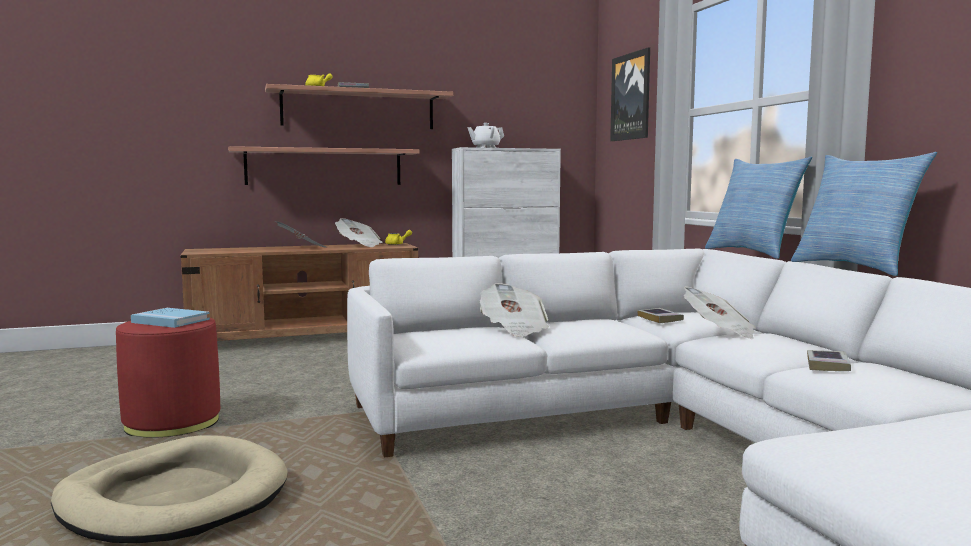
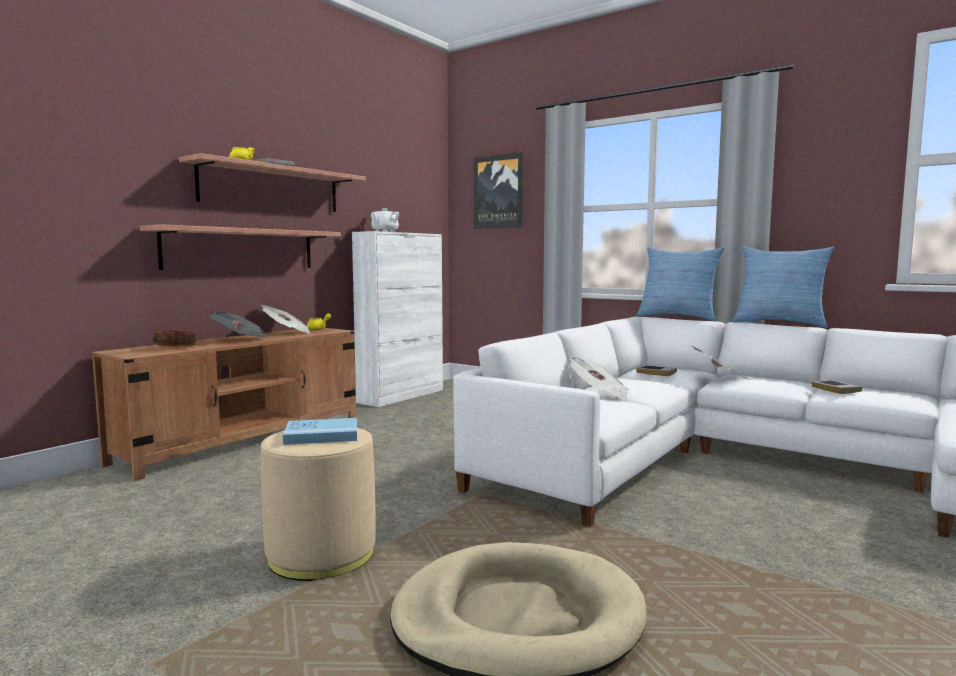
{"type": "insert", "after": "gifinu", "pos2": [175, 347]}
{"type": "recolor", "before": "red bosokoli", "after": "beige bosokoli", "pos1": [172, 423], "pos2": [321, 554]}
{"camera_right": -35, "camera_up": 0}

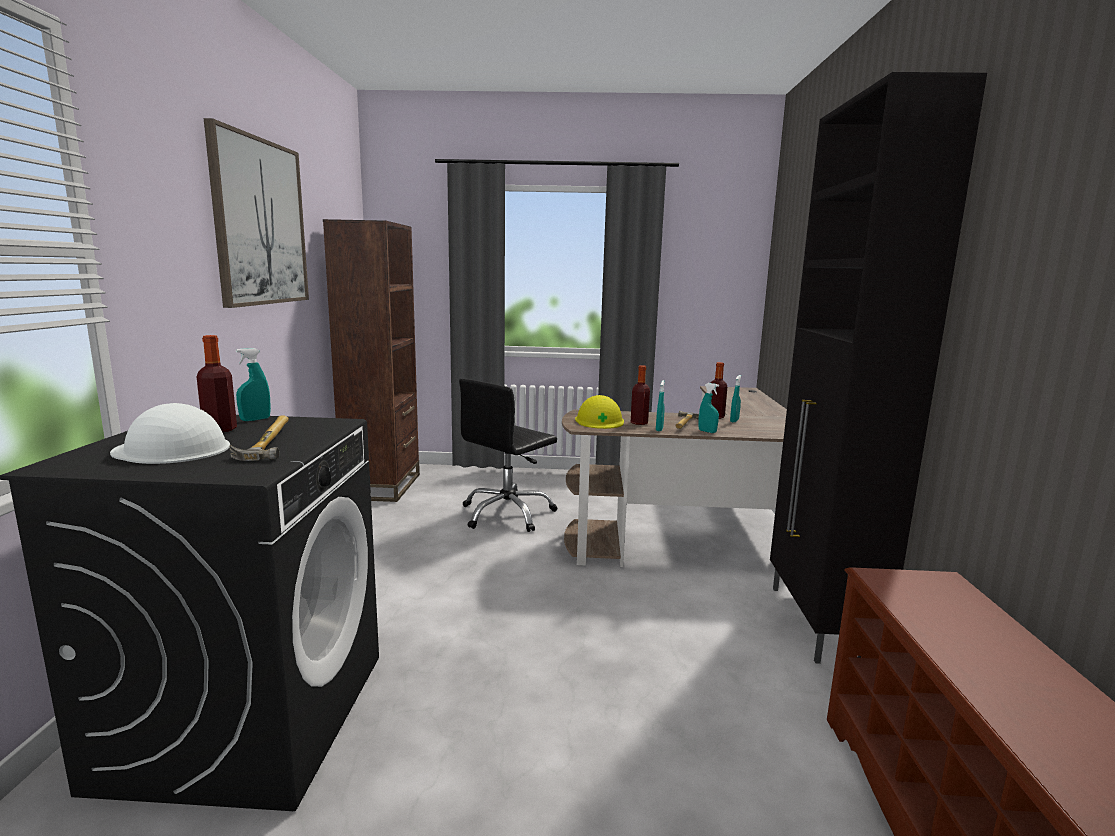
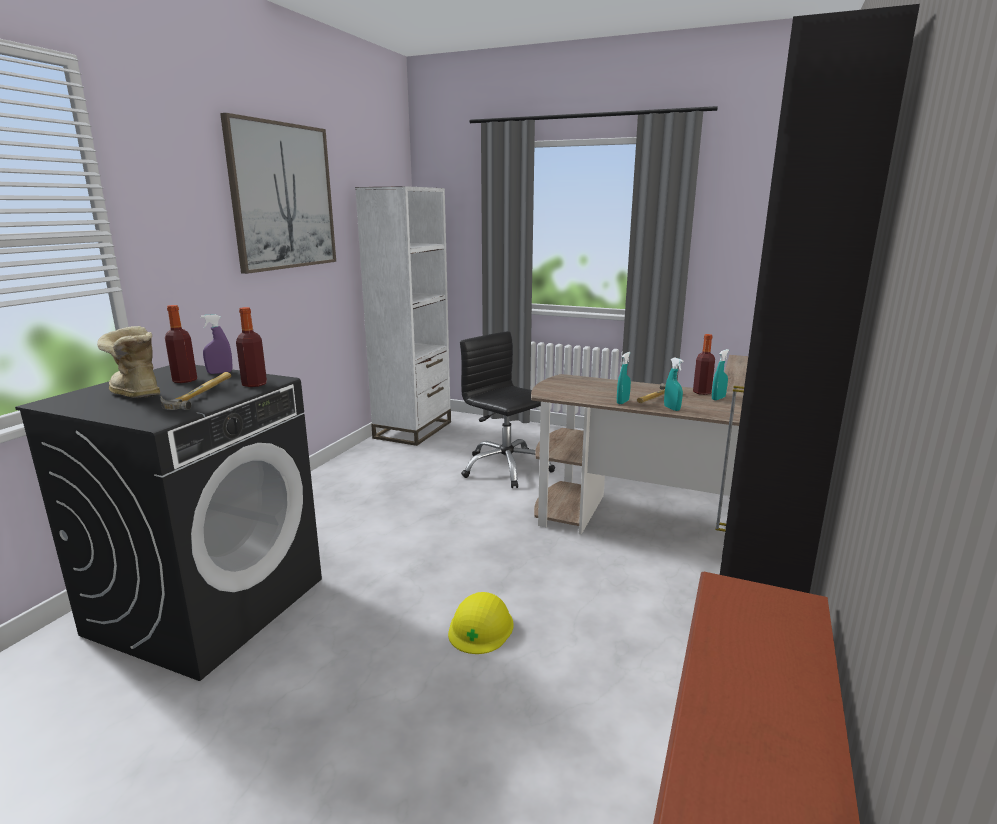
{"type": "replace", "before": "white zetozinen", "after": "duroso", "pos1": [172, 449], "pos2": [134, 395]}
{"type": "recolor", "before": "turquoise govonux", "after": "purple govonux", "pos1": [255, 419], "pos2": [220, 372]}
{"type": "move", "before": "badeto", "pos1": [639, 423], "pos2": [254, 384]}
{"type": "recolor", "before": "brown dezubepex", "after": "white dezubepex", "pos1": [382, 486], "pos2": [413, 430]}
{"type": "move", "before": "yellow zetozinen", "pos1": [599, 421], "pos2": [481, 627]}
{"type": "rotate", "before": "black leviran", "pos1": [507, 514], "pos2": [505, 468], "turn": 75}
{"camera_right": 20, "camera_up": 5}

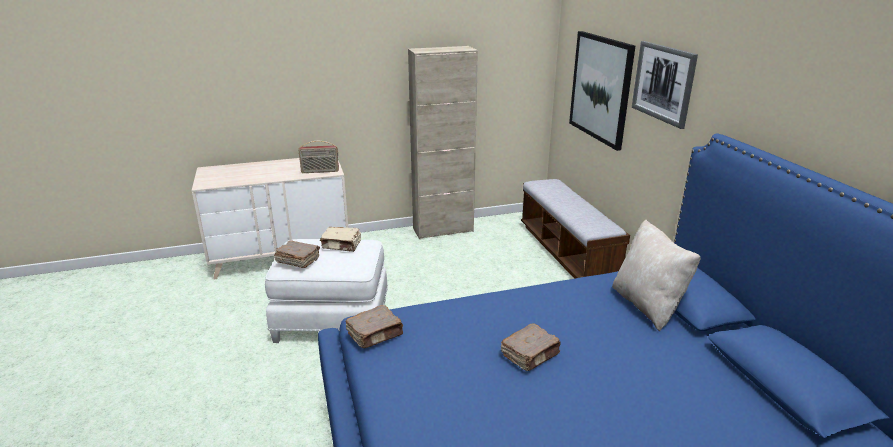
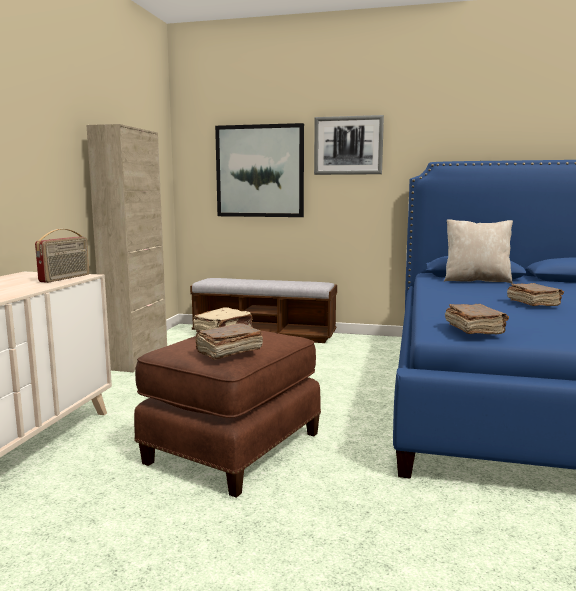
{"type": "recolor", "before": "white bosokoli", "after": "brown bosokoli", "pos1": [333, 319], "pos2": [232, 447]}
{"camera_right": -60, "camera_up": -15}

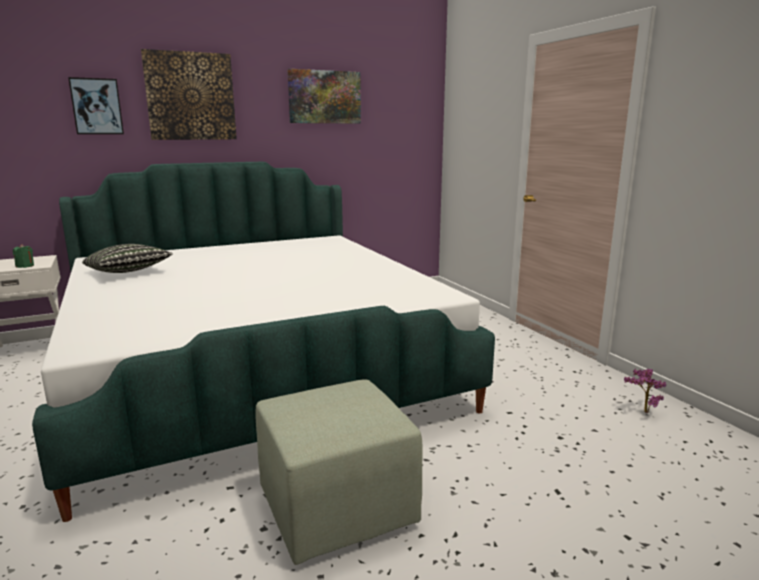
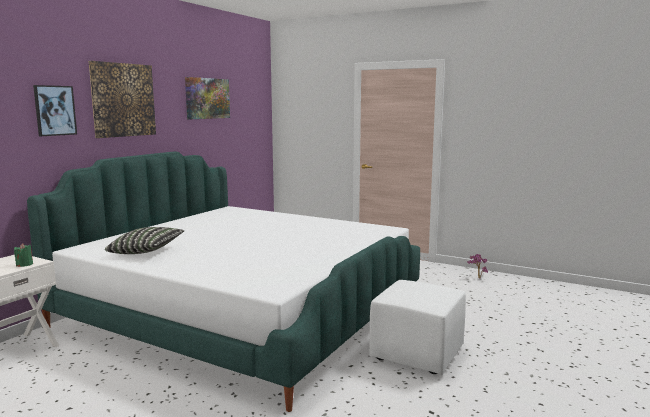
{"type": "recolor", "before": "green bosokoli", "after": "white bosokoli", "pos1": [338, 507], "pos2": [417, 353]}
{"camera_right": -35, "camera_up": -5}

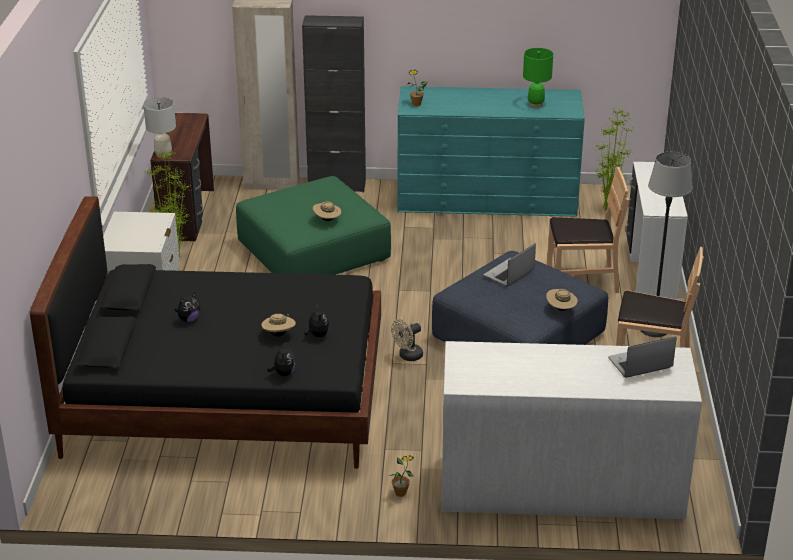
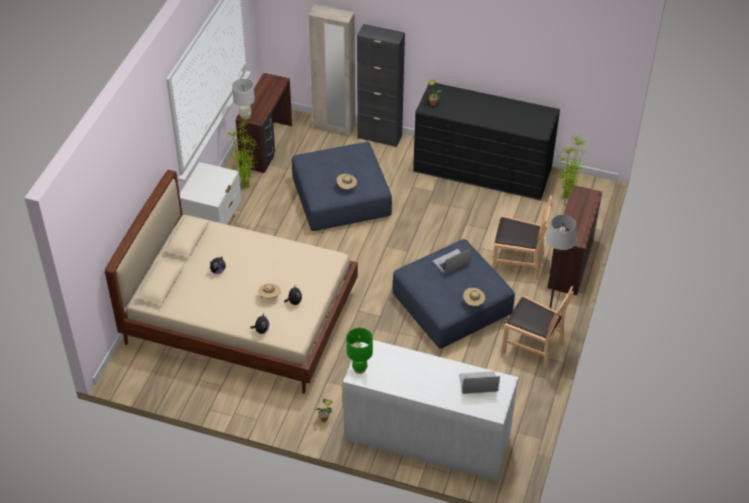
{"type": "recolor", "before": "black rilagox", "after": "beige rilagox", "pos1": [226, 398], "pos2": [241, 317]}
{"type": "recolor", "before": "green bosokoli", "after": "blue bosokoli", "pos1": [313, 250], "pos2": [341, 197]}
{"type": "move", "before": "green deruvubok", "pos1": [535, 104], "pos2": [359, 368]}
{"type": "recolor", "before": "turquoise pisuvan", "after": "black pisuvan", "pos1": [487, 198], "pos2": [482, 170]}
{"type": "recolor", "before": "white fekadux", "after": "brown fekadux", "pos1": [649, 270], "pos2": [570, 263]}
{"type": "delete", "before": "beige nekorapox", "pos1": [407, 356]}
{"camera_right": 15, "camera_up": 15}

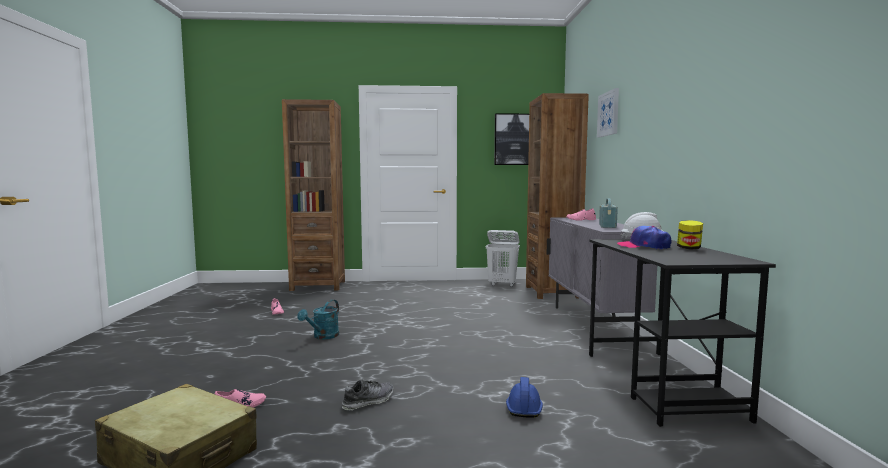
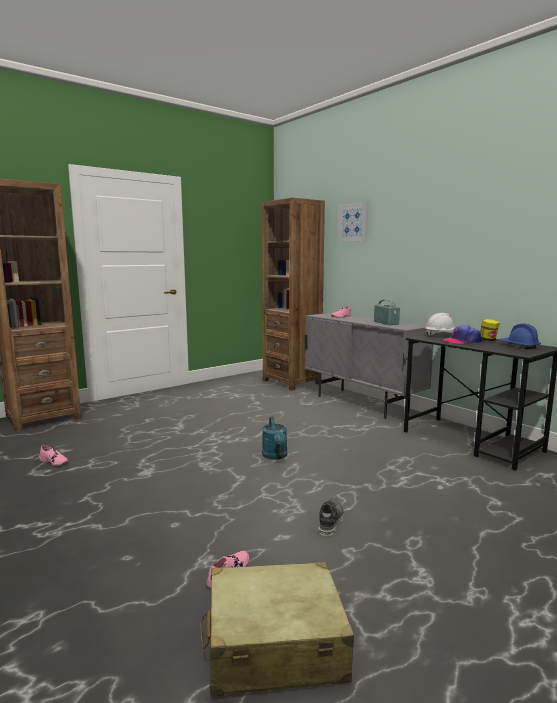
{"type": "move", "before": "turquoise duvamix", "pos1": [323, 337], "pos2": [275, 456]}
{"type": "move", "before": "blue zetozinen", "pos1": [523, 407], "pos2": [518, 346]}
{"type": "delete", "before": "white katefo", "pos1": [502, 284]}
{"type": "delete", "before": "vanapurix", "pos1": [514, 139]}
{"camera_right": -35, "camera_up": 5}

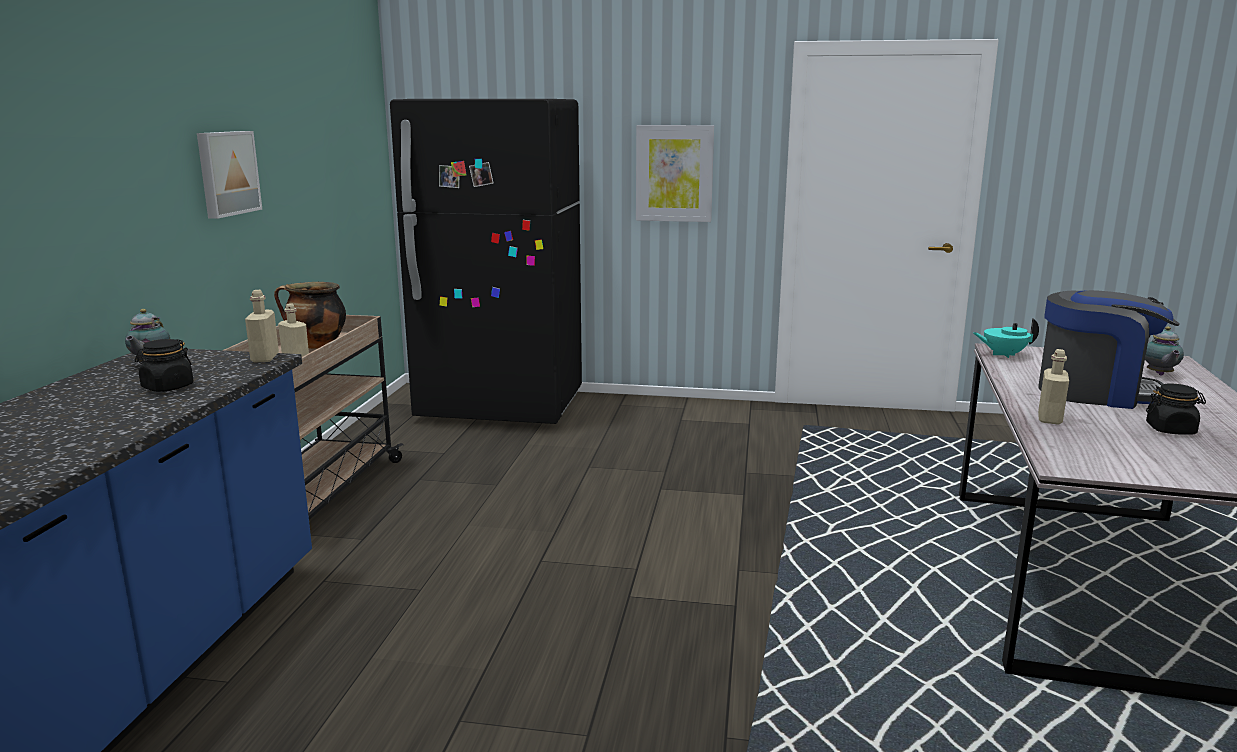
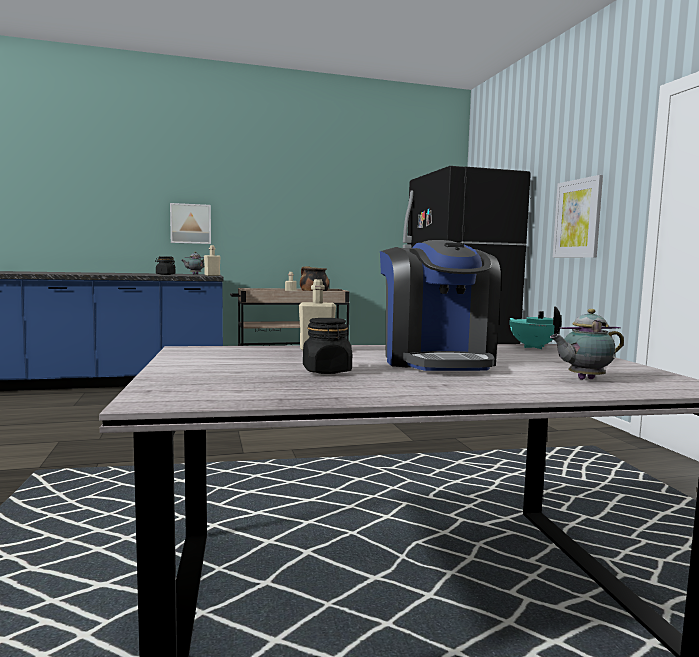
{"type": "move", "before": "vanapurix", "pos1": [226, 173], "pos2": [190, 224]}
{"camera_right": 65, "camera_up": -10}

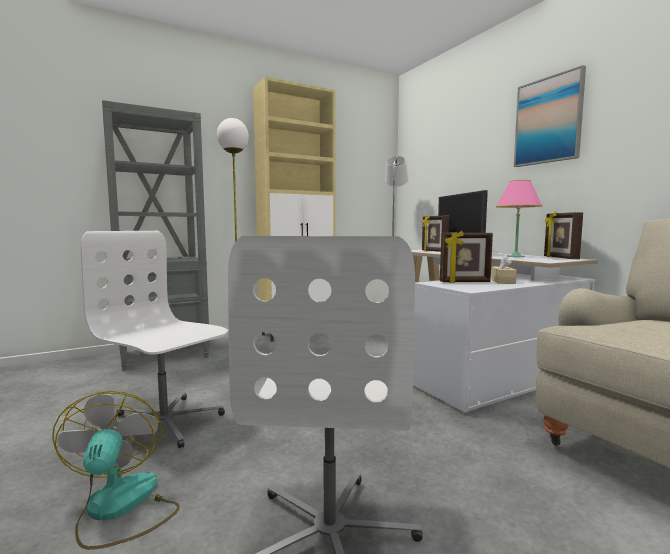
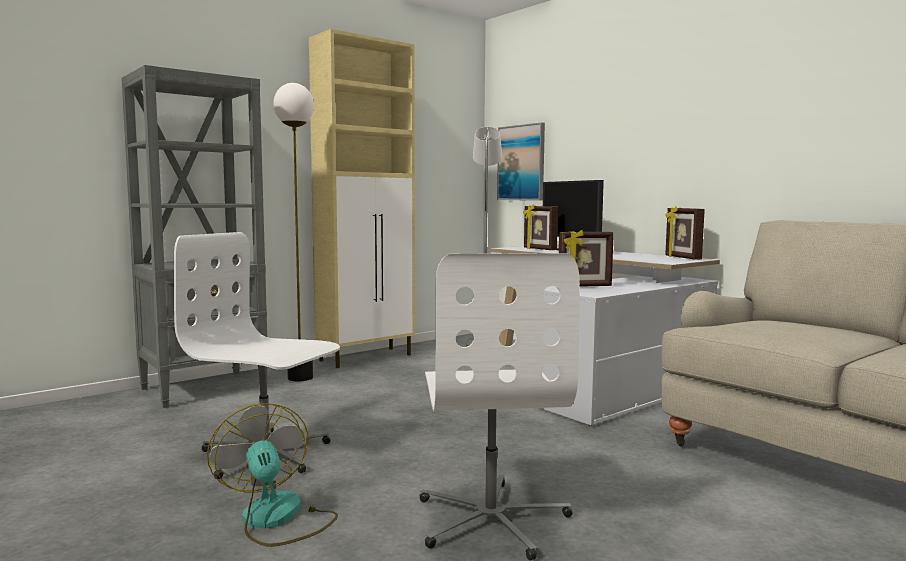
{"type": "move", "before": "vanapurix", "pos1": [548, 120], "pos2": [521, 163]}
{"type": "delete", "before": "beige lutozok", "pos1": [503, 281]}
{"type": "delete", "before": "pink deruvubok", "pos1": [516, 256]}
{"camera_right": -10, "camera_up": 0}

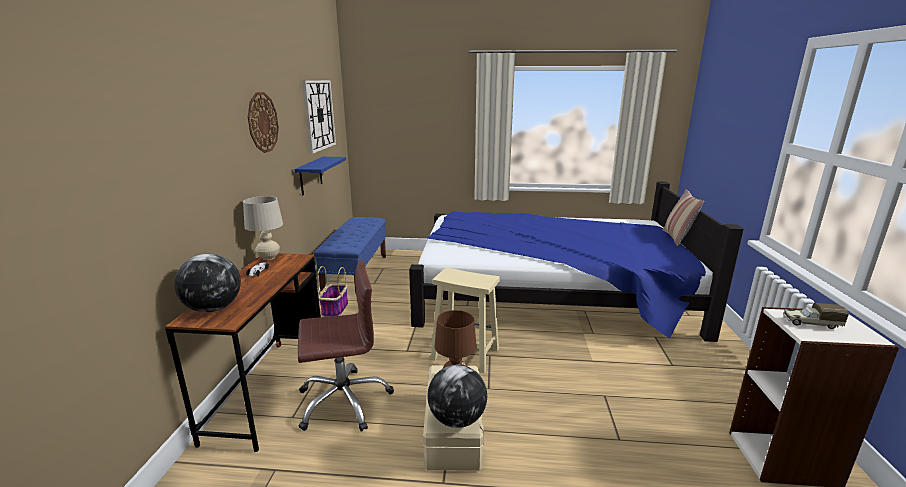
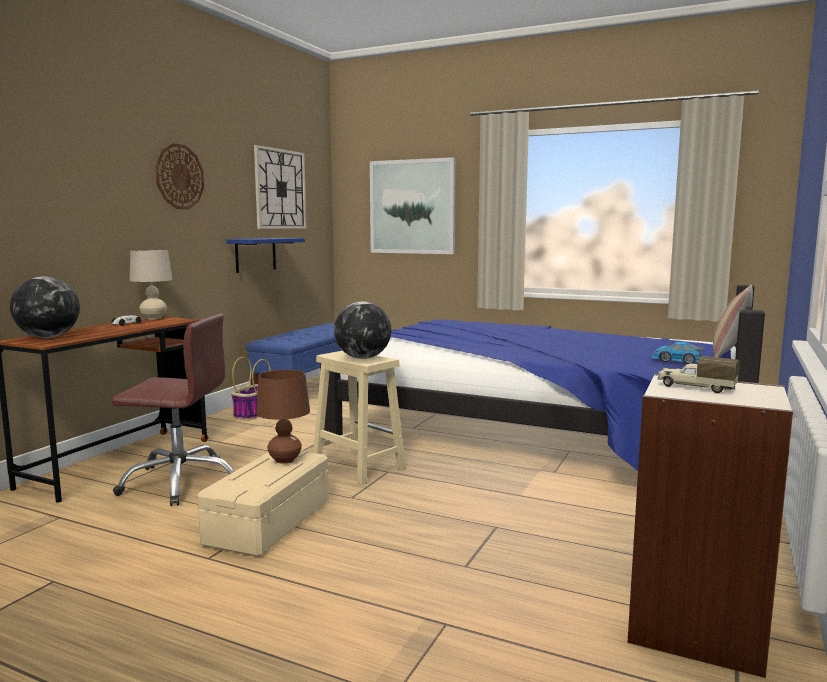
{"type": "move", "before": "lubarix", "pos1": [457, 419], "pos2": [362, 358]}
{"type": "insert", "after": "vanapurix", "pos2": [412, 207]}
{"type": "insert", "after": "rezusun", "pos2": [676, 360]}
{"camera_right": 20, "camera_up": -10}

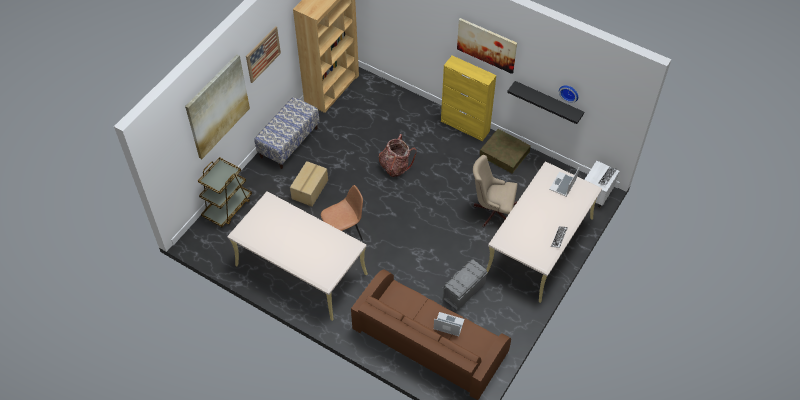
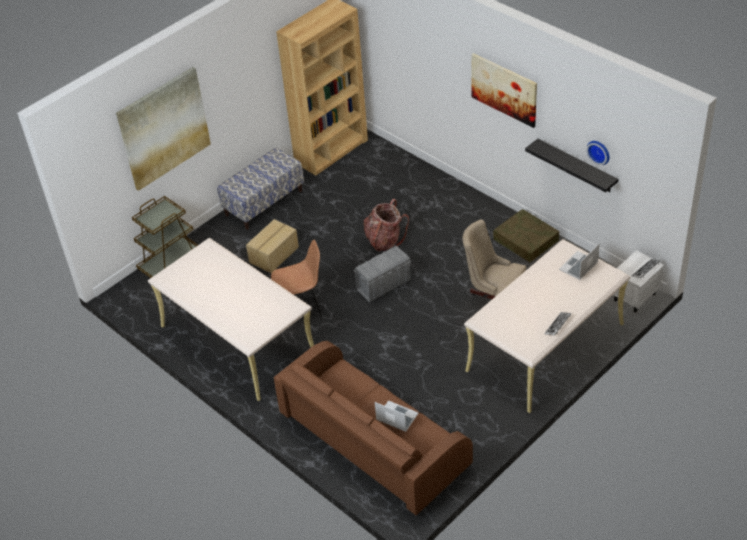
{"type": "move", "before": "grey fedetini", "pos1": [463, 291], "pos2": [383, 285]}
{"type": "delete", "before": "vanapurix", "pos1": [263, 54]}
{"type": "delete", "before": "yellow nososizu", "pos1": [465, 126]}
{"camera_right": 15, "camera_up": -10}

